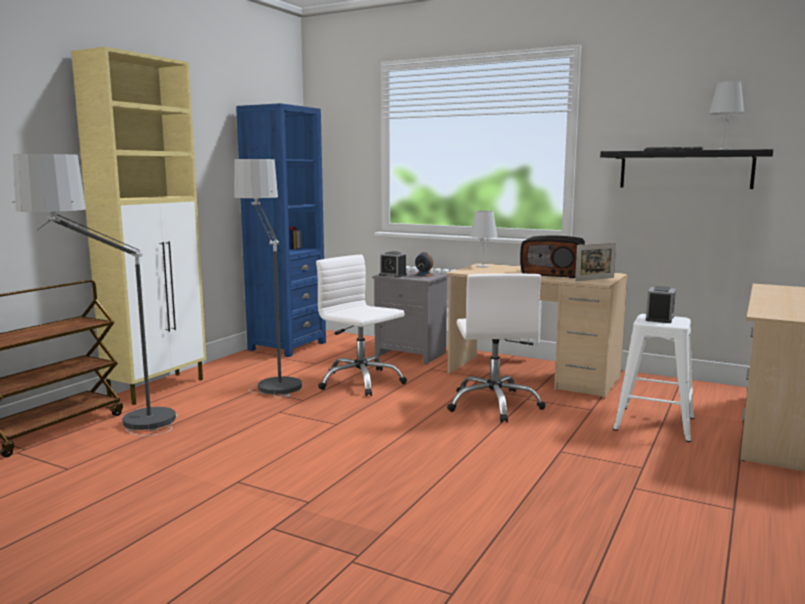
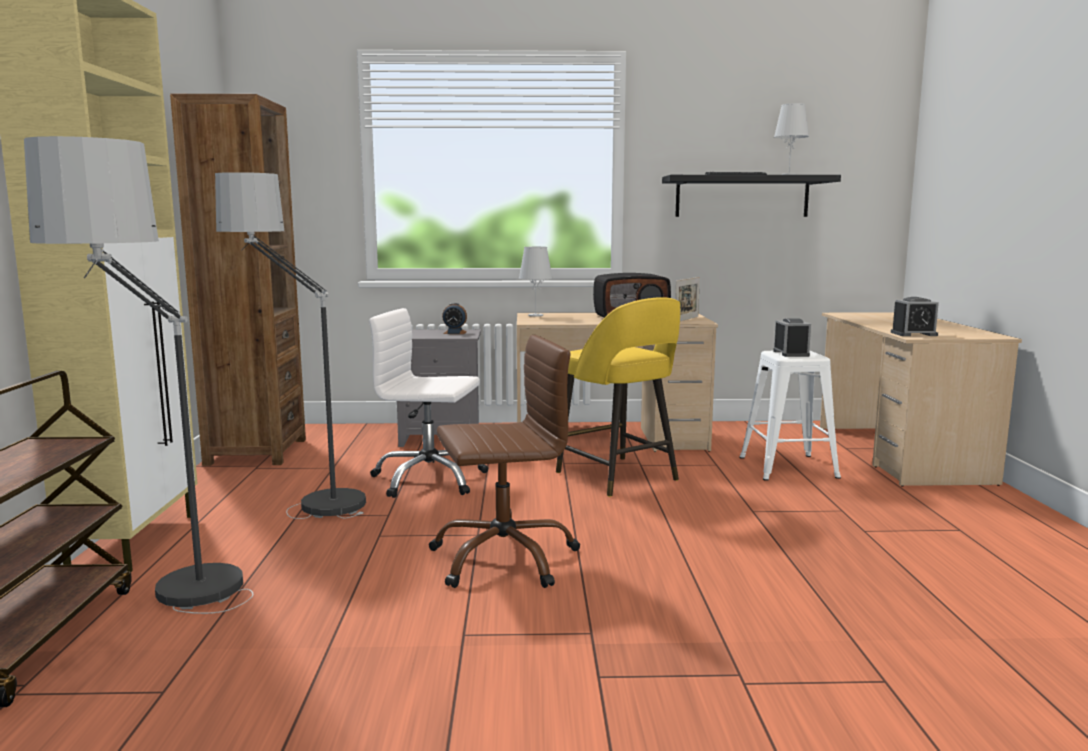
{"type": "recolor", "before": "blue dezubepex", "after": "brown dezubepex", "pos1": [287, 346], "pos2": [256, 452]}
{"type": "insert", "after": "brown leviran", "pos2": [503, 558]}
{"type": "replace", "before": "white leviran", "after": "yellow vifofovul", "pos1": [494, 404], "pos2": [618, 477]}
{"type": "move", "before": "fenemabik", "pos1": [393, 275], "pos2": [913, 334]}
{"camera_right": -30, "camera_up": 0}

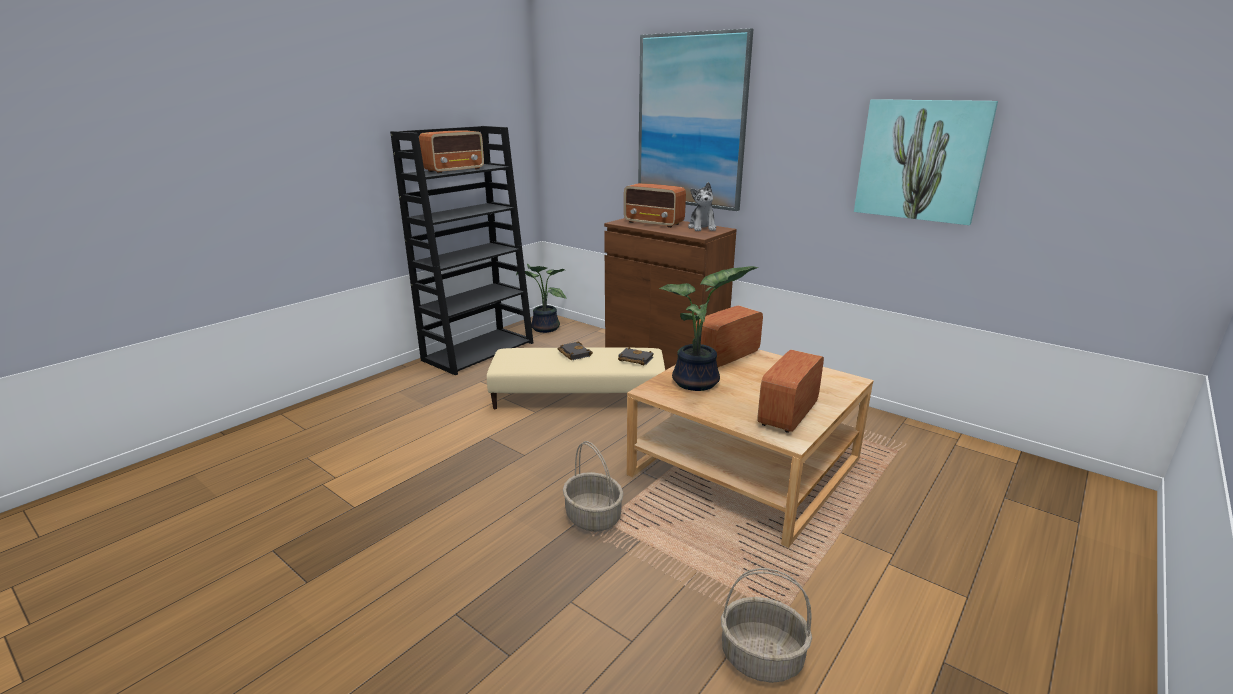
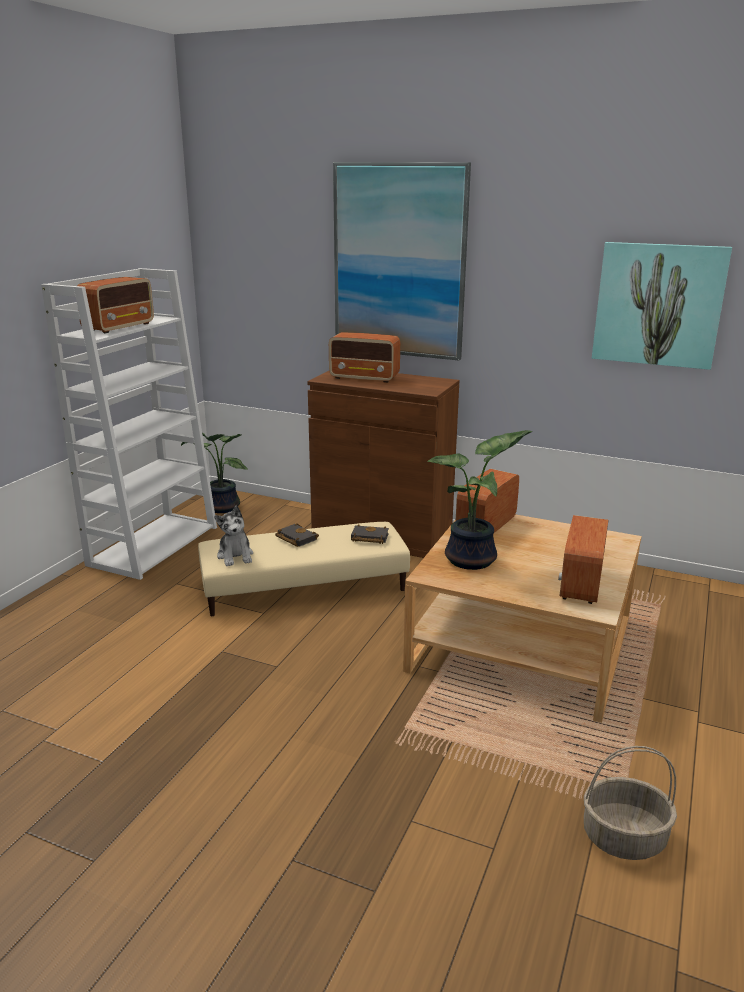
{"type": "recolor", "before": "black dezubepex", "after": "white dezubepex", "pos1": [479, 351], "pos2": [154, 545]}
{"type": "move", "before": "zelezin", "pos1": [702, 227], "pos2": [235, 556]}
{"type": "delete", "before": "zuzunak", "pos1": [594, 517]}
{"camera_right": -15, "camera_up": 0}

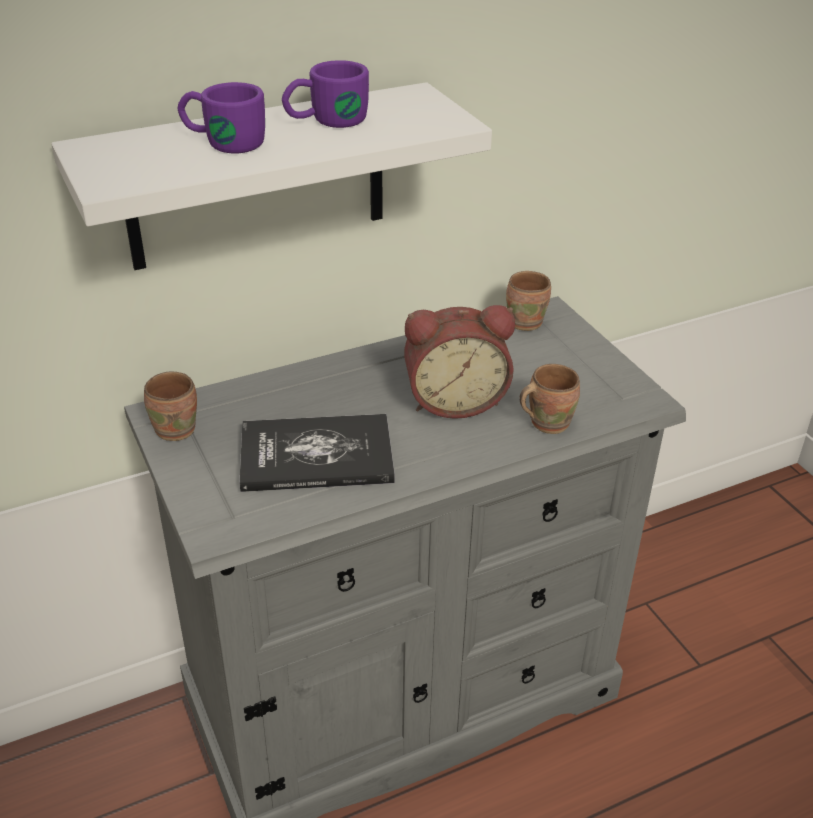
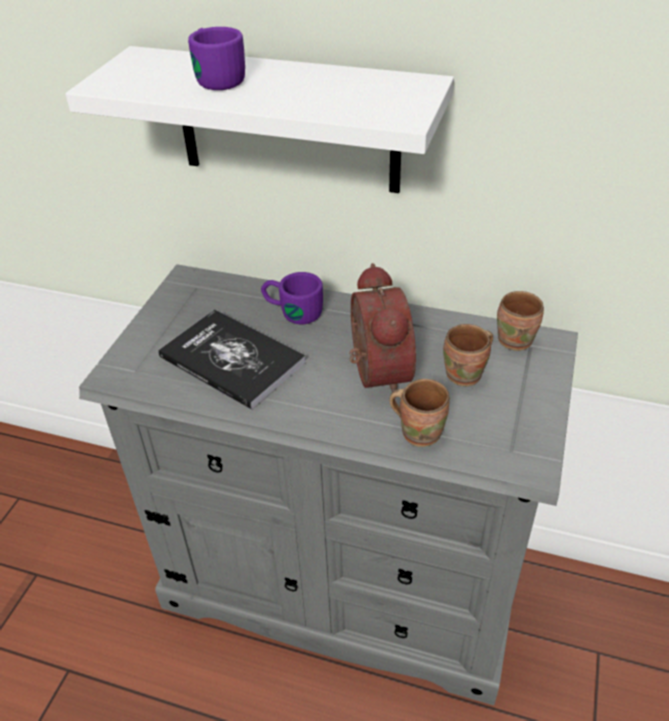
{"type": "move", "before": "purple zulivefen", "pos1": [326, 121], "pos2": [292, 311]}
{"type": "rotate", "before": "fenemabik", "pos1": [454, 400], "pos2": [374, 373], "turn": -135}
{"type": "move", "before": "brown zulivefen", "pos1": [179, 428], "pos2": [467, 375]}
{"camera_right": 45, "camera_up": 5}

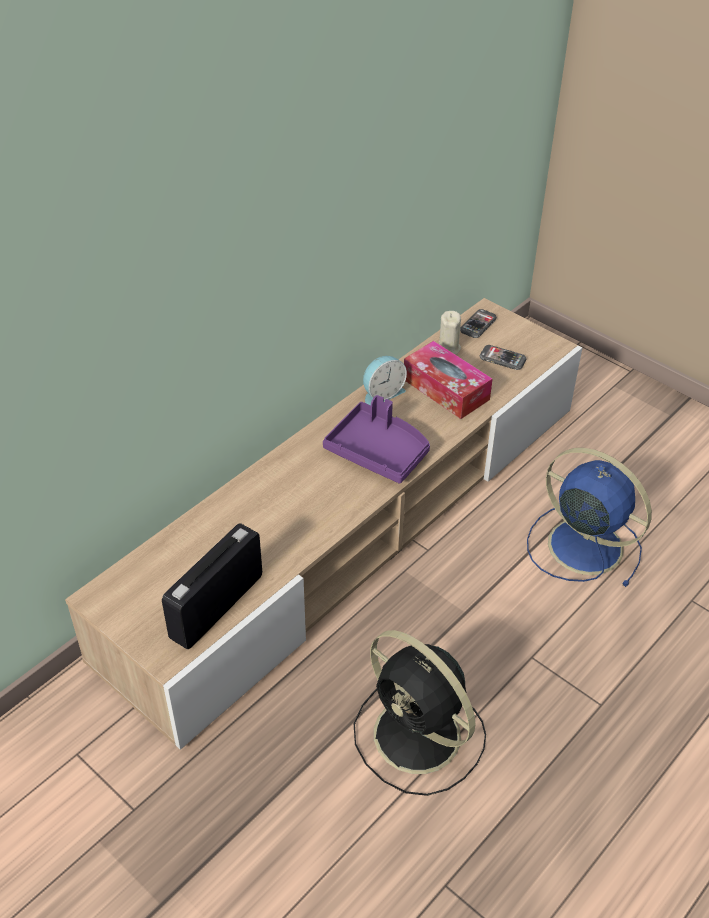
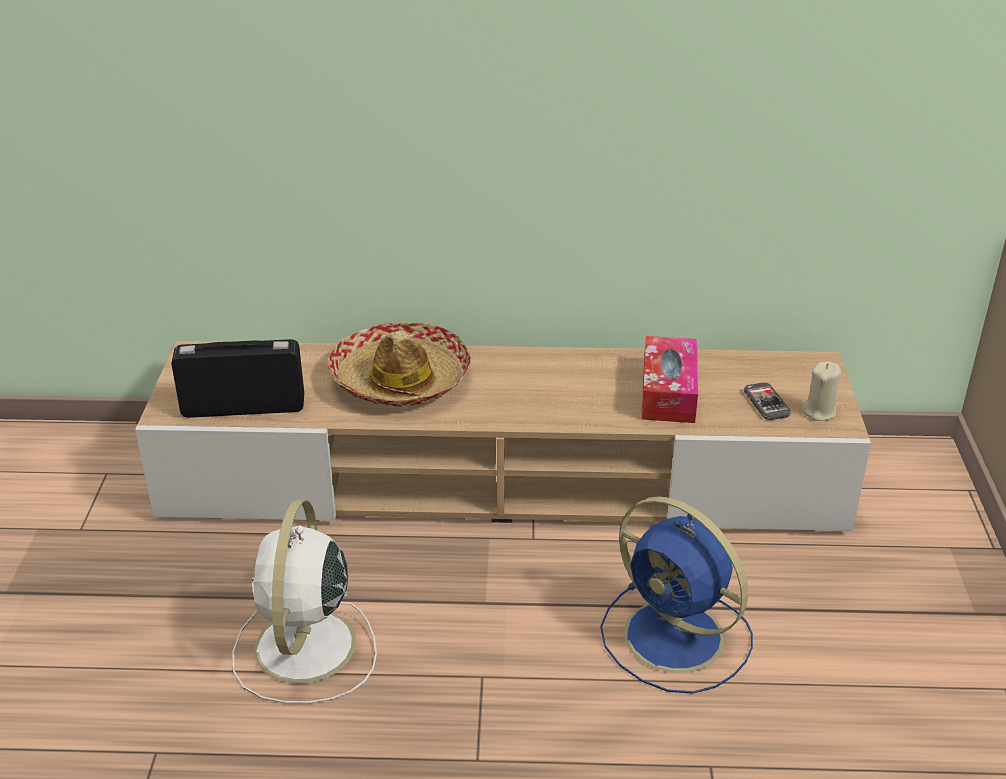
{"type": "recolor", "before": "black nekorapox", "after": "white nekorapox", "pos1": [420, 737], "pos2": [304, 650]}
{"type": "insert", "after": "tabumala", "pos2": [400, 380]}
{"type": "rotate", "before": "blue nekorapox", "pos1": [582, 544], "pos2": [677, 638], "turn": 135}
{"type": "move", "before": "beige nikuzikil", "pos1": [447, 348], "pos2": [819, 411]}
{"type": "delete", "before": "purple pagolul", "pos1": [378, 451]}
{"type": "delete", "before": "fenemabik", "pos1": [382, 393]}
{"type": "delete", "before": "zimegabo", "pos1": [478, 325]}
{"camera_right": 50, "camera_up": -10}

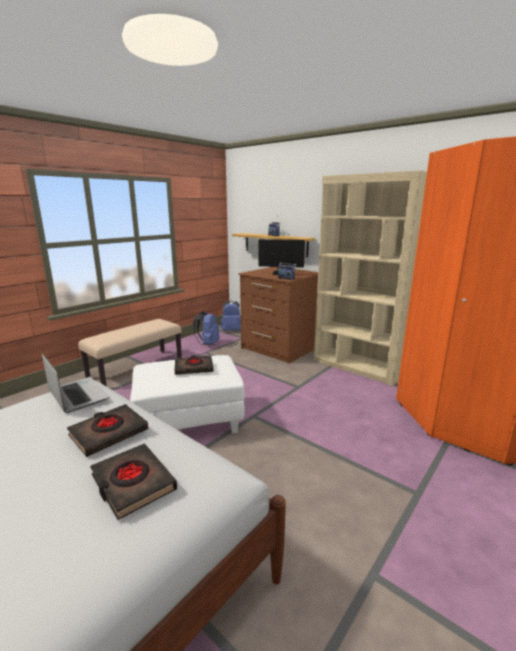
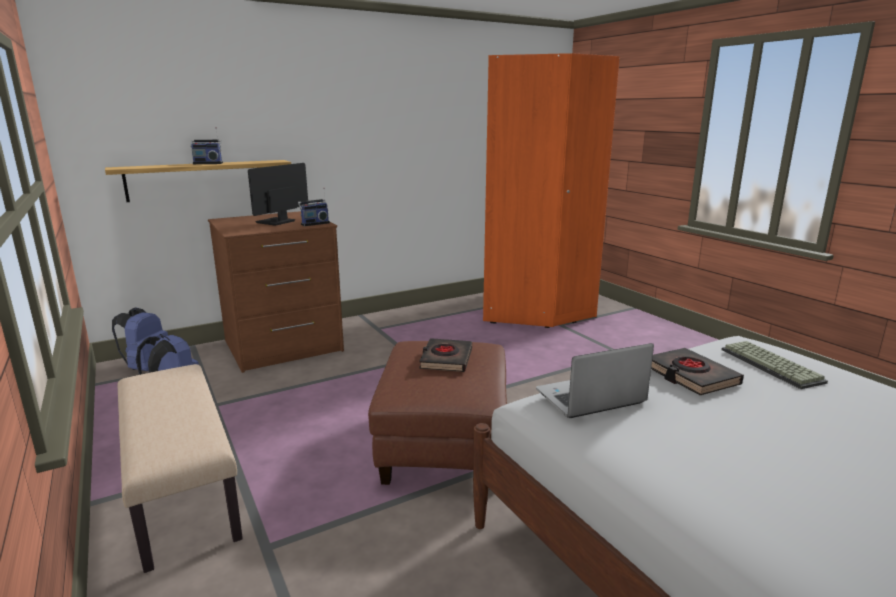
{"type": "recolor", "before": "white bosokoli", "after": "brown bosokoli", "pos1": [188, 421], "pos2": [445, 447]}
{"type": "replace", "before": "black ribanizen", "after": "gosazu", "pos1": [133, 483], "pos2": [773, 366]}
{"type": "delete", "before": "beige dezubepex", "pos1": [358, 366]}
{"camera_right": -70, "camera_up": 0}

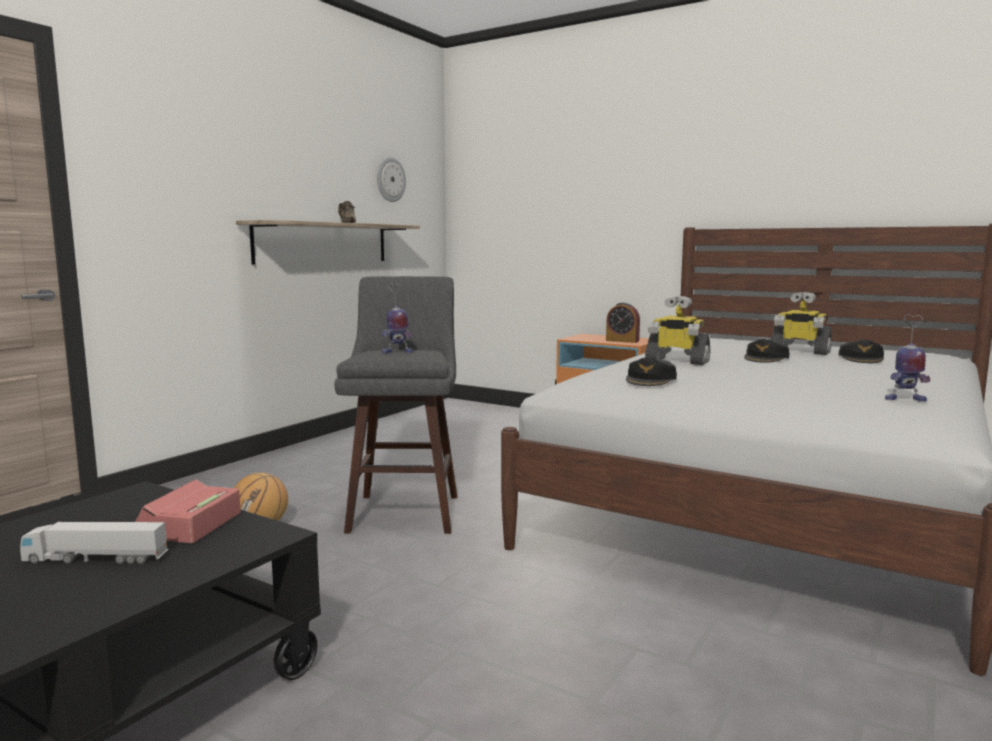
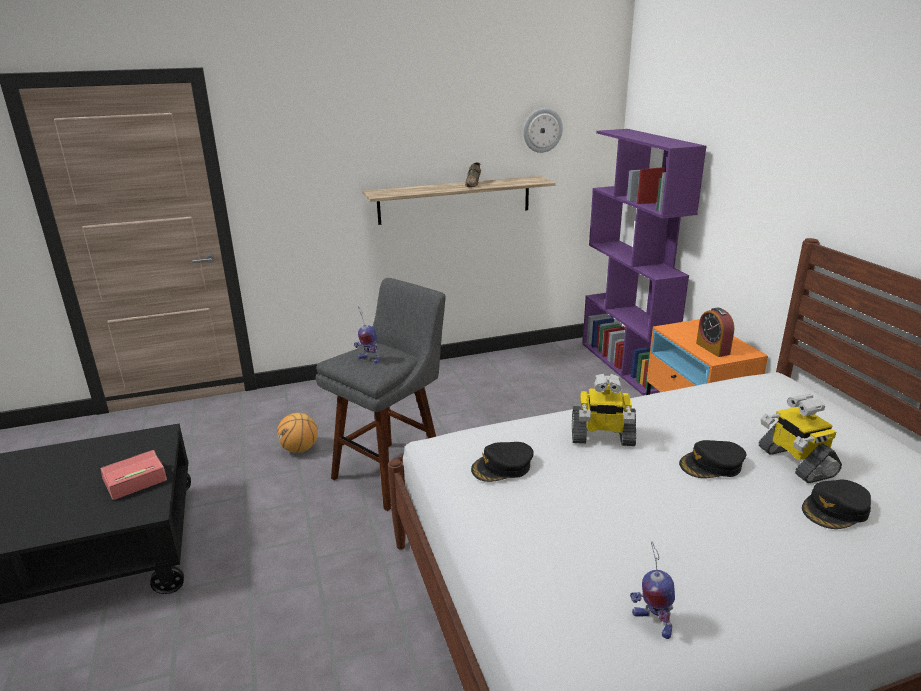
{"type": "rotate", "before": "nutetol", "pos1": [676, 361], "pos2": [602, 437], "turn": -60}
{"type": "insert", "after": "purple dezubepex", "pos2": [625, 365]}
{"type": "delete", "before": "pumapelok", "pos1": [96, 558]}
{"camera_right": 40, "camera_up": 15}

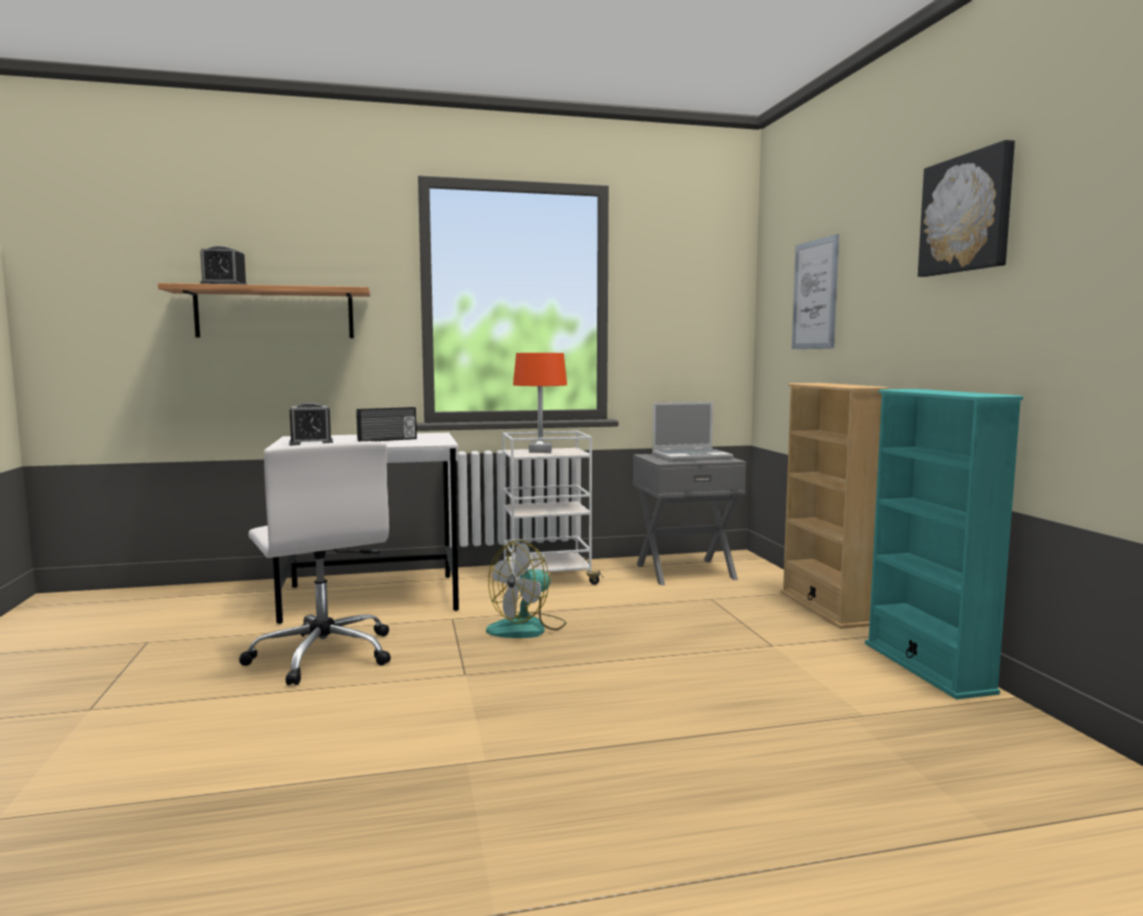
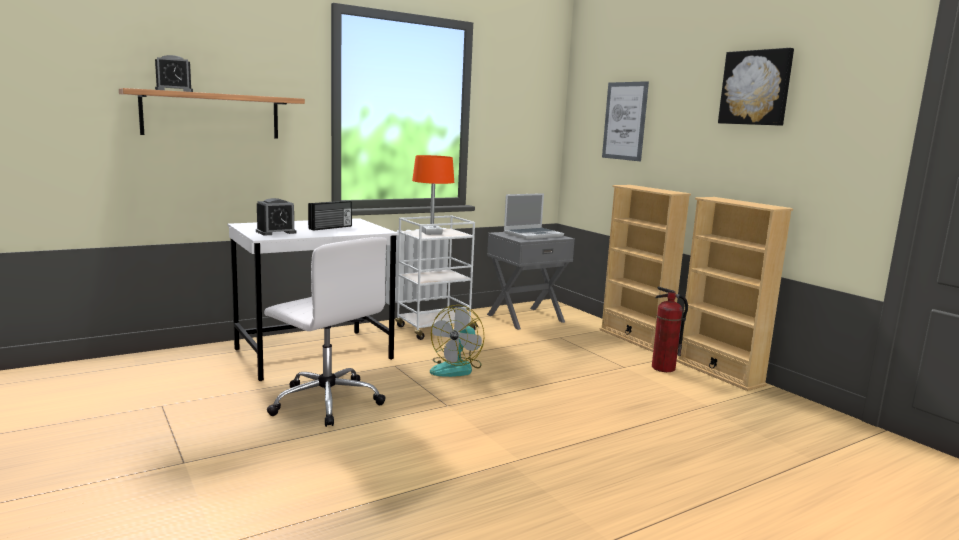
{"type": "insert", "after": "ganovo", "pos2": [663, 368]}
{"type": "recolor", "before": "turquoise dezubepex", "after": "beige dezubepex", "pos1": [927, 667], "pos2": [719, 373]}
{"camera_right": -20, "camera_up": 5}

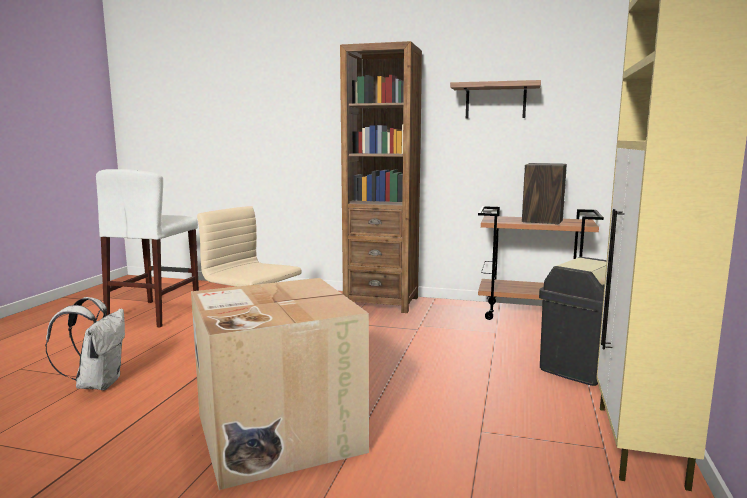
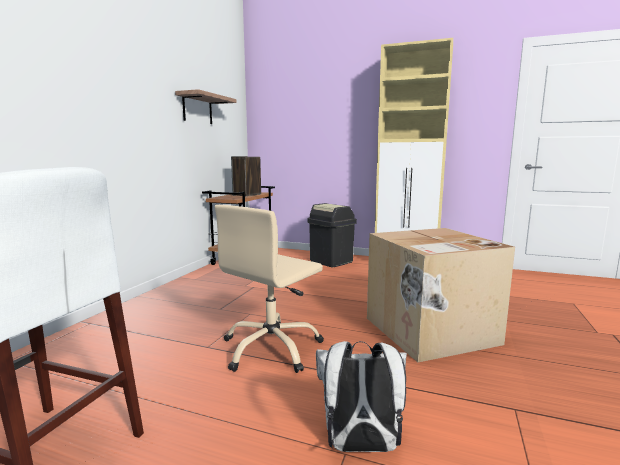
{"type": "delete", "before": "brown dezubepex", "pos1": [381, 302]}
{"camera_right": -85, "camera_up": 0}

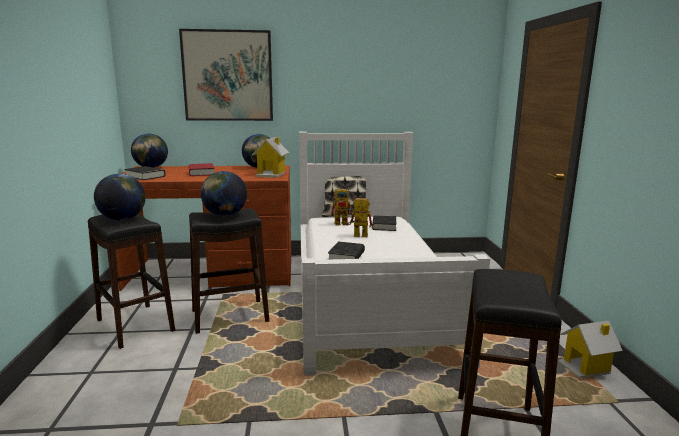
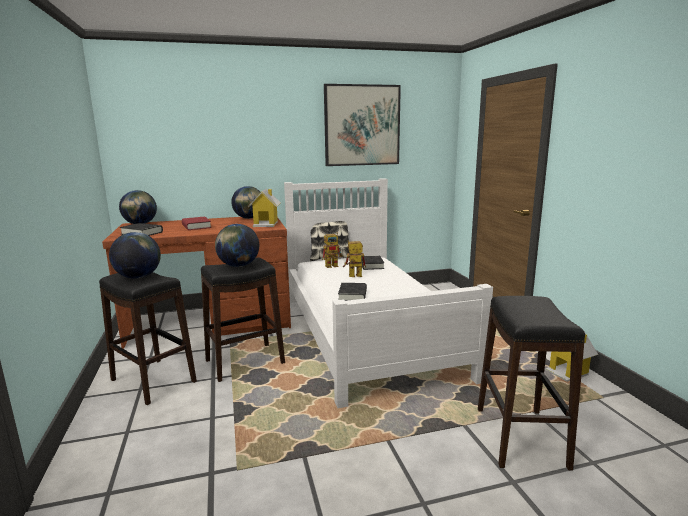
{"type": "move", "before": "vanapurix", "pos1": [228, 76], "pos2": [362, 125]}
{"camera_right": -10, "camera_up": 0}

